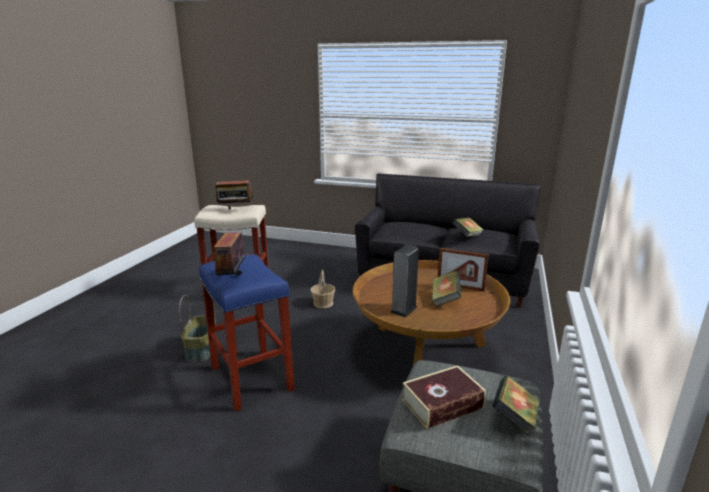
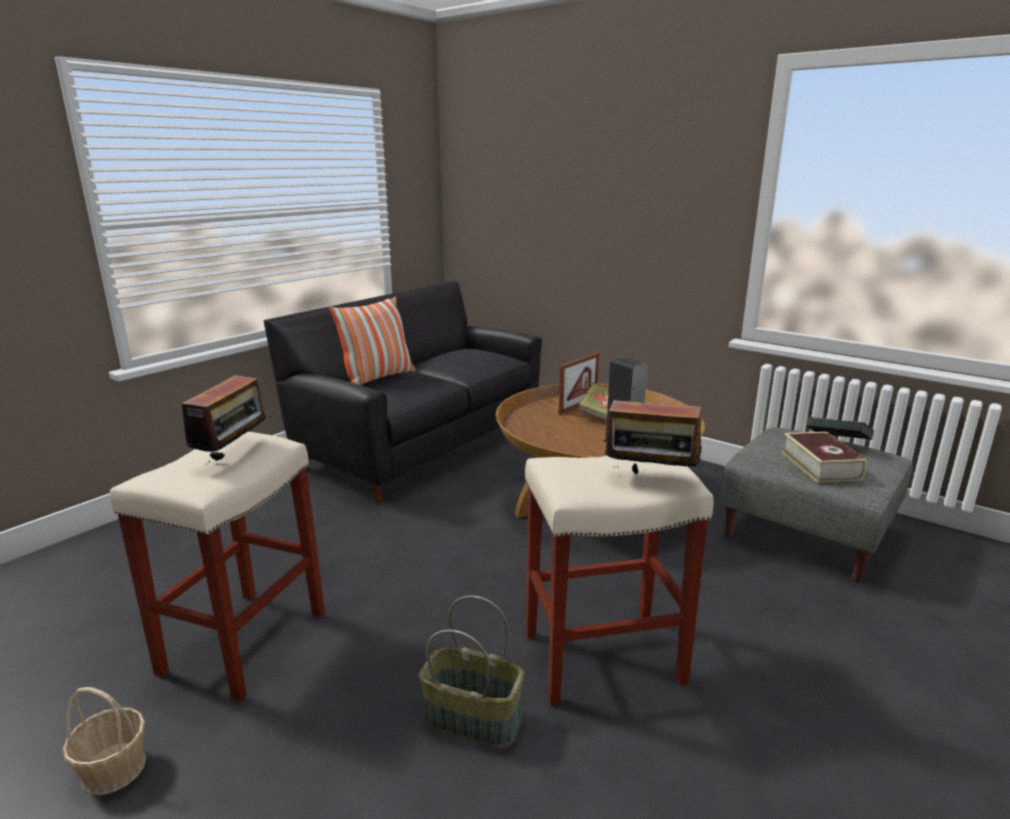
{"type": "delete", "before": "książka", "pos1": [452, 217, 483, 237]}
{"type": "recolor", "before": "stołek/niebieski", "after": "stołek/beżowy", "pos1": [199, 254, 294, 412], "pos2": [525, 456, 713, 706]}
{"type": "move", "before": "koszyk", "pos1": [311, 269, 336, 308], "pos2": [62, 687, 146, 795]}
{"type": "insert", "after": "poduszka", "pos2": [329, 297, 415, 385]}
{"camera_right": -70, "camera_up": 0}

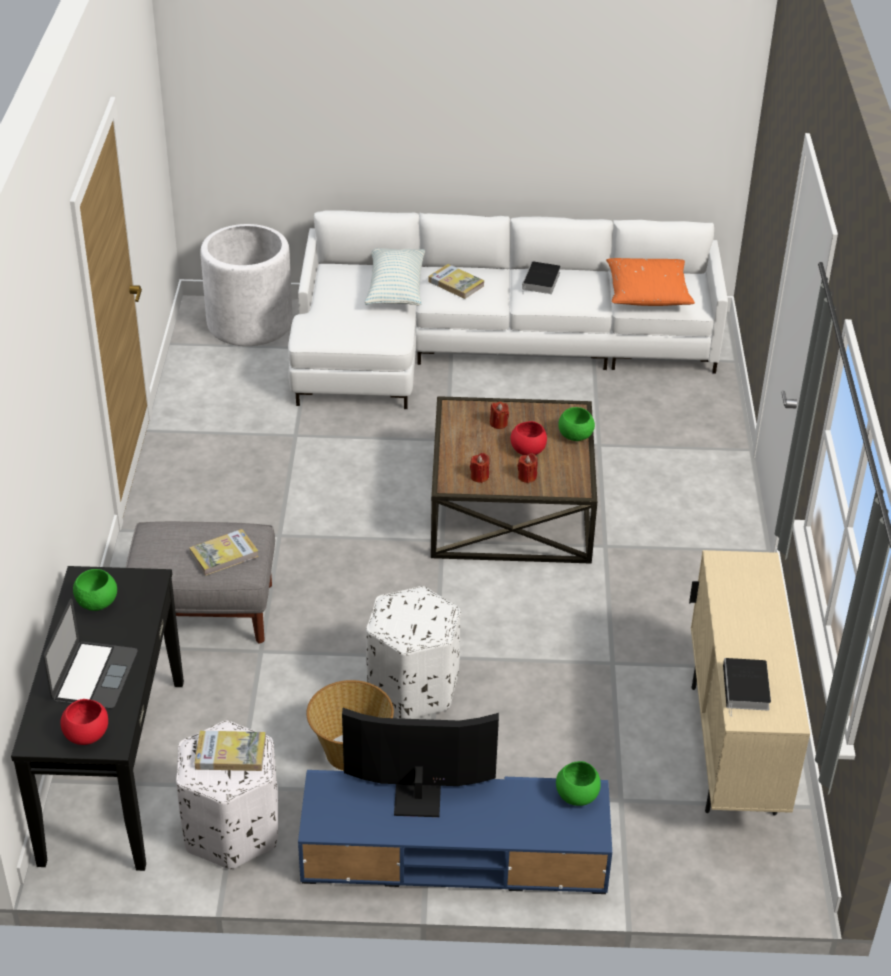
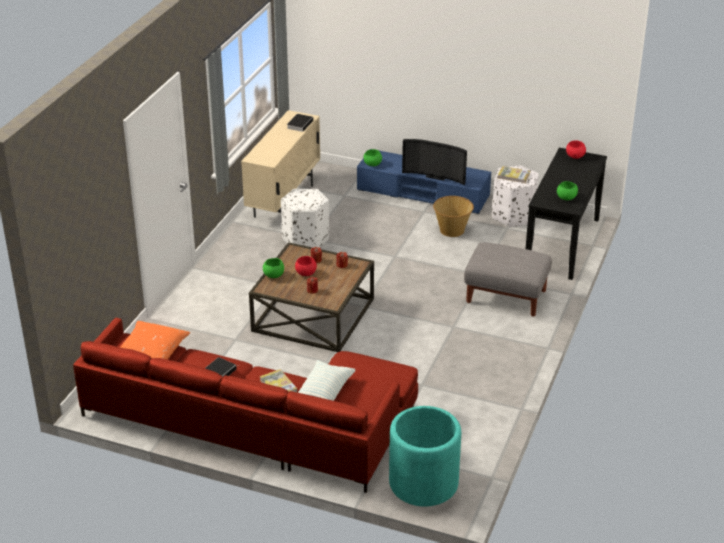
{"type": "recolor", "before": "kanapa/biały", "after": "kanapa/czerwony", "pos1": [288, 210, 728, 409], "pos2": [73, 318, 418, 493]}
{"type": "recolor", "before": "donica/biały", "after": "donica/turkusowy", "pos1": [200, 224, 293, 346], "pos2": [389, 406, 461, 507]}
{"type": "delete", "before": "książka", "pos1": [189, 529, 259, 576]}
{"type": "move", "before": "pufa/biały", "pos1": [366, 586, 461, 719], "pos2": [281, 189, 329, 248]}
{"type": "delete", "before": "laptop", "pos1": [43, 599, 138, 708]}
{"camera_right": -160, "camera_up": -5}

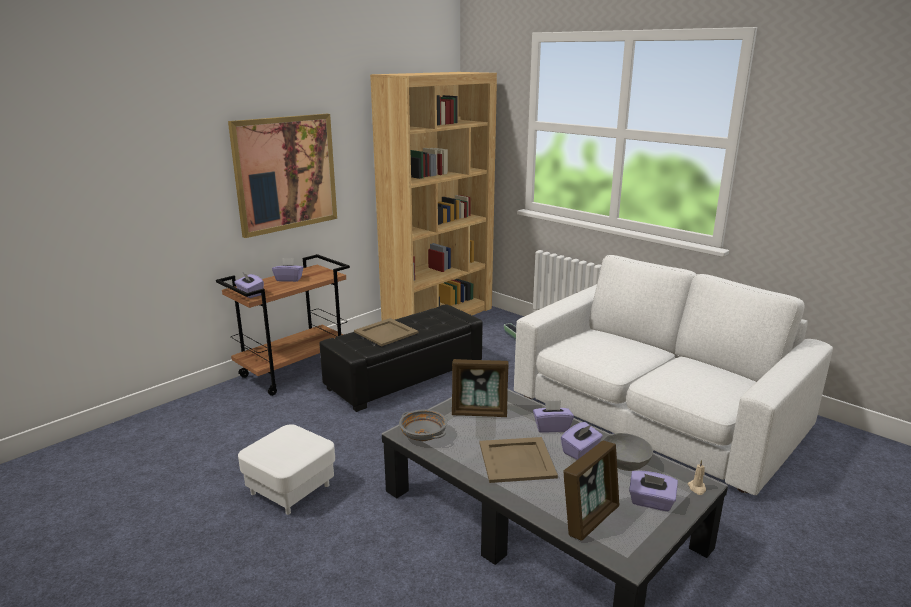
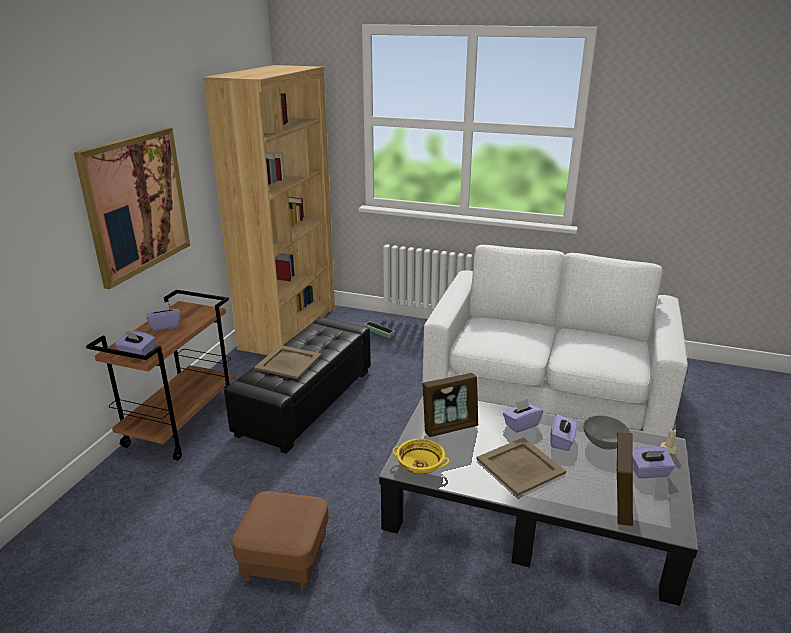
{"type": "recolor", "before": "miska/szary", "after": "miska/żółty", "pos1": [399, 409, 447, 441], "pos2": [392, 439, 449, 474]}
{"type": "recolor", "before": "pufa/biały", "after": "pufa/brązowy", "pos1": [238, 424, 335, 515], "pos2": [232, 491, 329, 589]}
{"camera_right": -25, "camera_up": 5}

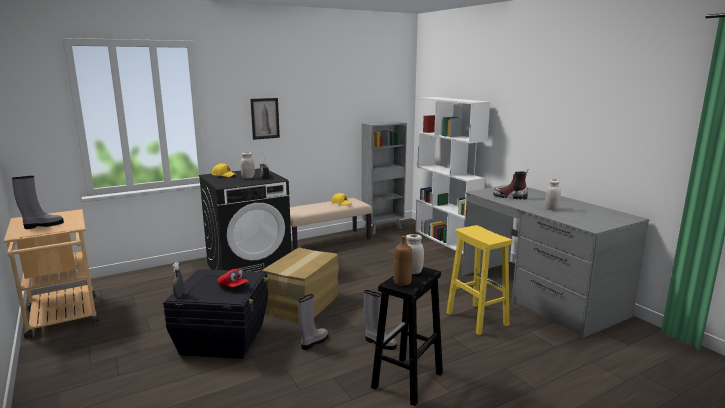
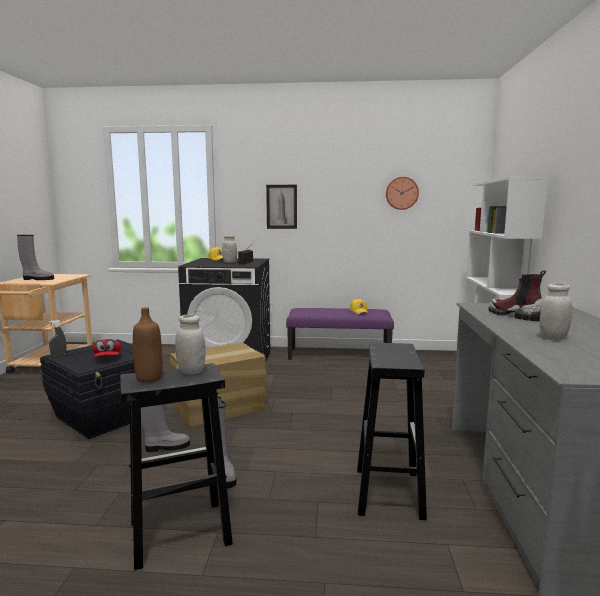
{"type": "delete", "before": "regał/szary", "pos1": [362, 121, 407, 234]}
{"type": "recolor", "before": "ławka/beżowy", "after": "ławka/fioletowy", "pos1": [290, 198, 372, 250], "pos2": [286, 308, 394, 360]}
{"type": "recolor", "before": "stołek/żółty", "after": "stołek/czarny", "pos1": [446, 225, 513, 335], "pos2": [357, 342, 427, 520]}
{"type": "insert", "after": "zegar ścienny", "pos2": [386, 177, 419, 210]}
{"camera_right": 35, "camera_up": -5}

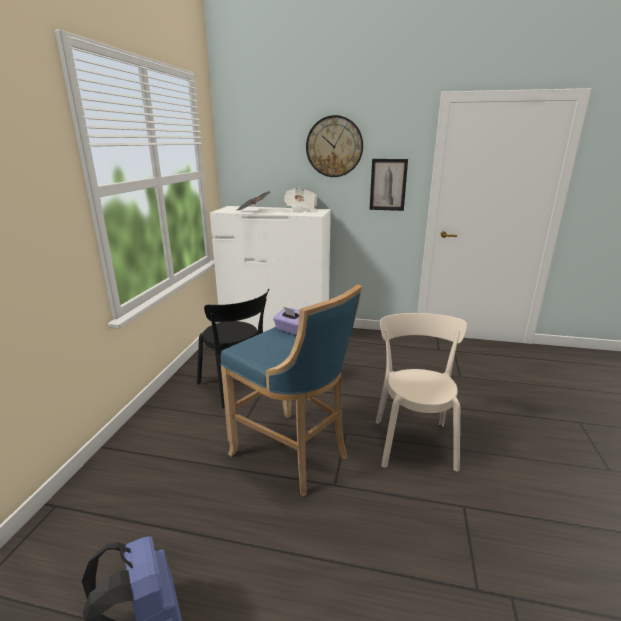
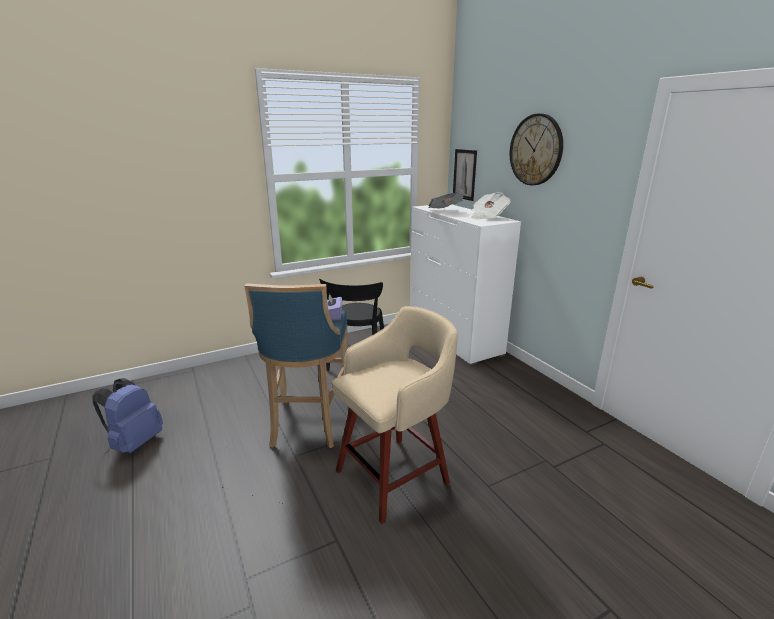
{"type": "move", "before": "obraz", "pos1": [370, 159, 408, 211], "pos2": [453, 149, 477, 201]}
{"type": "replace", "before": "krzesło/beżowy", "after": "stołek/beżowy", "pos1": [376, 313, 467, 472], "pos2": [332, 306, 458, 524]}
{"camera_right": 50, "camera_up": 0}

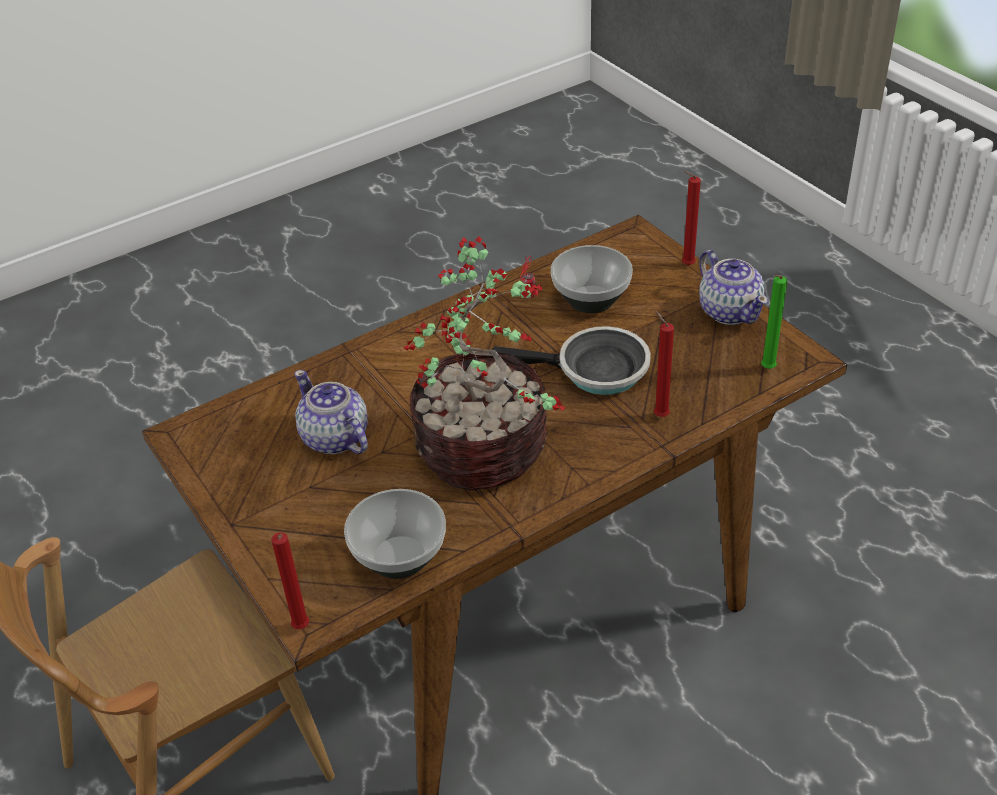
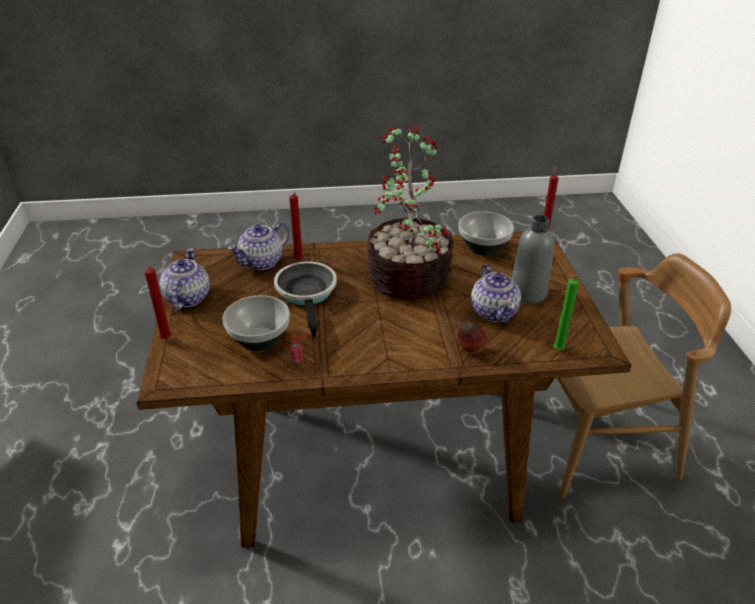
{"type": "move", "before": "świeca/zielony", "pos1": [761, 275, 787, 369], "pos2": [553, 270, 585, 350]}
{"type": "rotate", "before": "patelnia", "pos1": [492, 326, 651, 395], "pos2": [274, 261, 337, 338], "turn": 45}
{"type": "insert", "after": "butelka/szary", "pos2": [512, 215, 555, 303]}
{"type": "insert", "after": "imbryk", "pos2": [227, 222, 289, 270]}
{"type": "insert", "after": "jabłko", "pos2": [457, 321, 487, 354]}
{"camera_right": -155, "camera_up": -5}

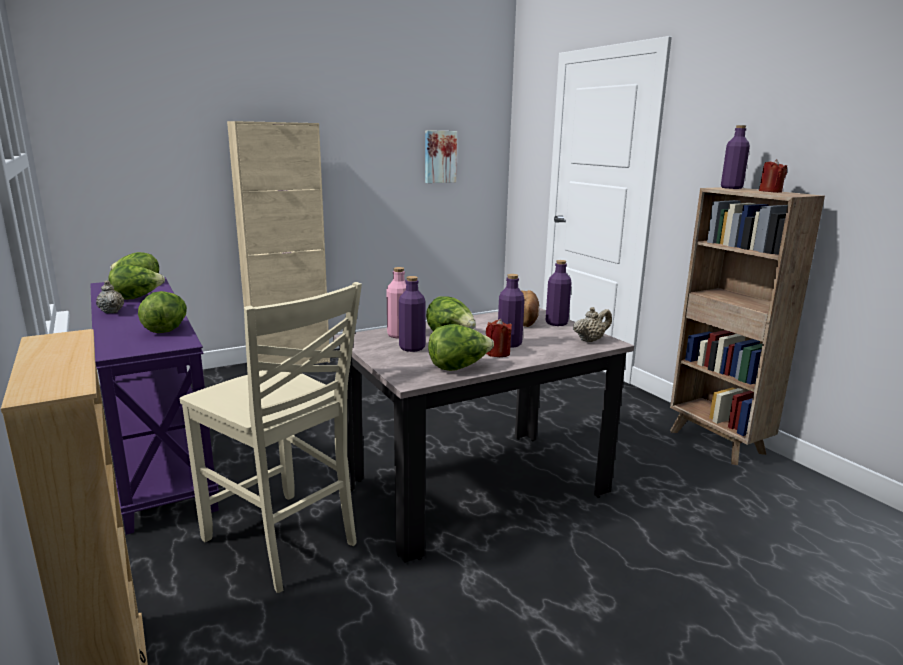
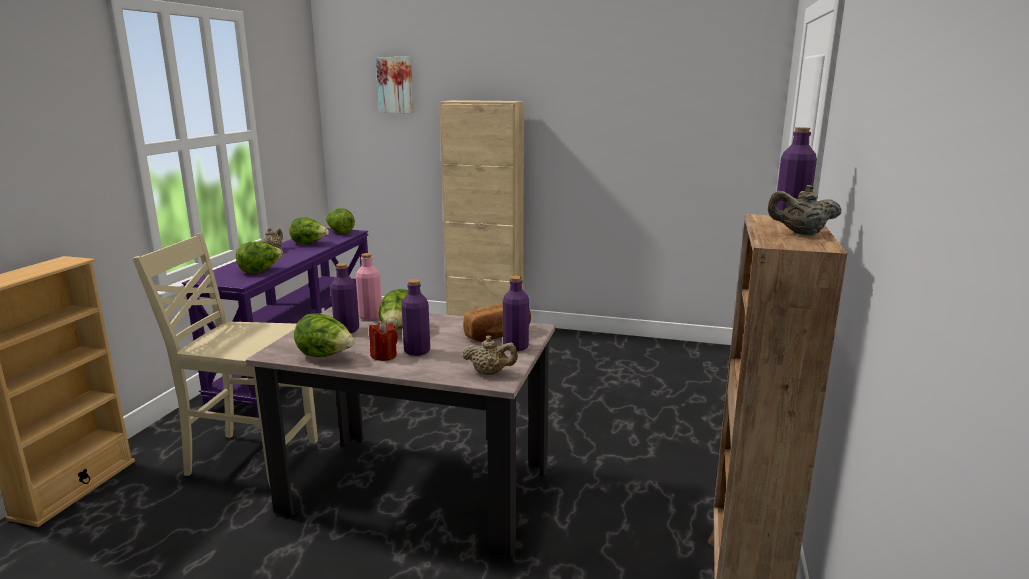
{"type": "move", "before": "obraz", "pos1": [425, 130, 457, 183], "pos2": [376, 57, 413, 113]}
{"type": "replace", "before": "świeca/czerwony", "after": "imbryk/beżowy", "pos1": [759, 159, 787, 193], "pos2": [768, 185, 842, 236]}
{"type": "rotate", "before": "krzesło/beżowy", "pos1": [180, 282, 362, 593], "pos2": [133, 233, 318, 487], "turn": 105}
{"camera_right": 45, "camera_up": 0}

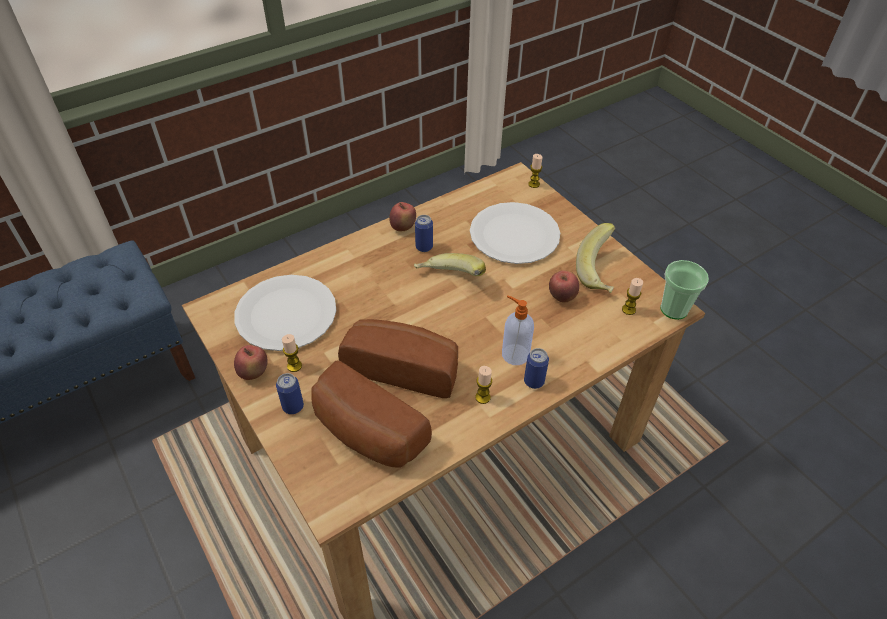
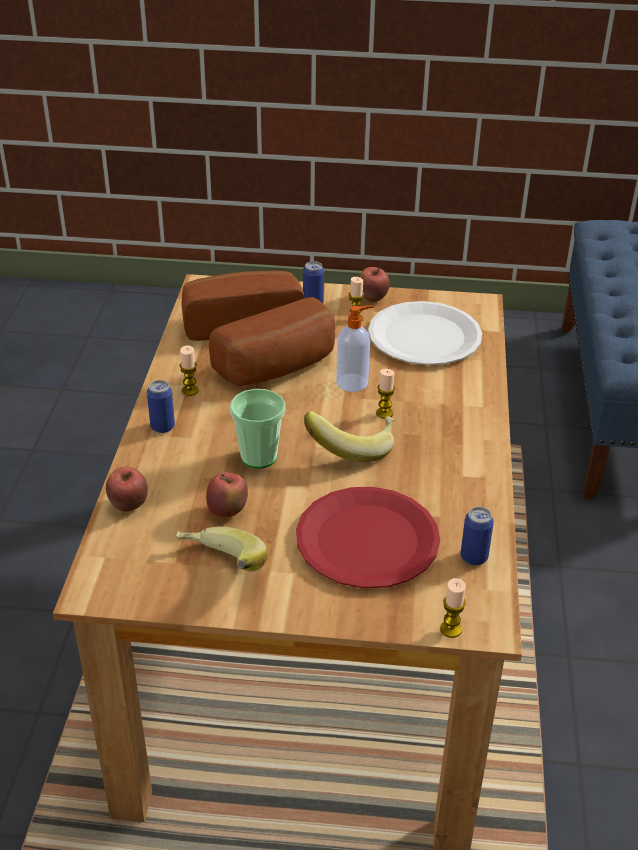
{"type": "move", "before": "jabłko", "pos1": [389, 202, 416, 231], "pos2": [106, 467, 148, 512]}
{"type": "recolor", "before": "talerz/biały", "after": "talerz/czerwony", "pos1": [470, 202, 560, 264], "pos2": [296, 487, 440, 588]}
{"type": "move", "before": "puszka", "pos1": [415, 215, 433, 252], "pos2": [460, 507, 494, 565]}
{"type": "move", "before": "filiżanka", "pos1": [660, 260, 709, 320], "pos2": [230, 389, 285, 469]}
{"type": "move", "before": "świeca", "pos1": [622, 278, 643, 315], "pos2": [376, 369, 395, 419]}
{"type": "move", "before": "dozownik mydła", "pos1": [502, 296, 534, 365], "pos2": [336, 305, 374, 392]}
{"camera_right": 130, "camera_up": -10}

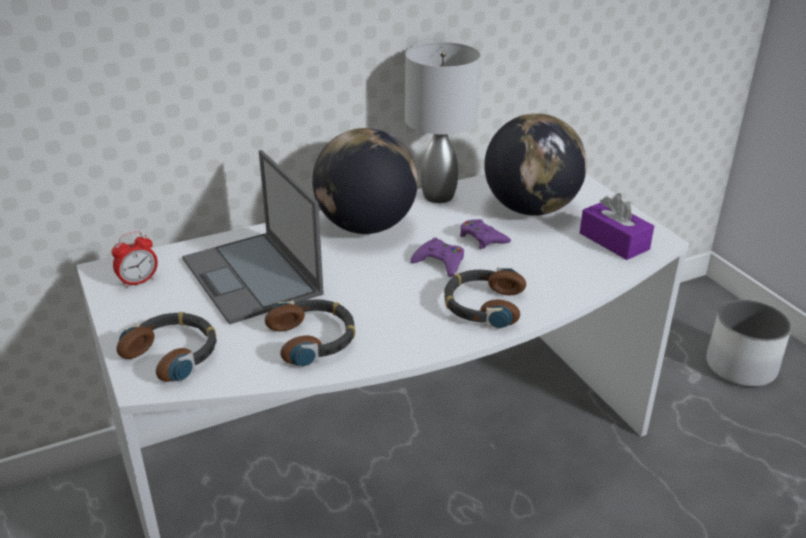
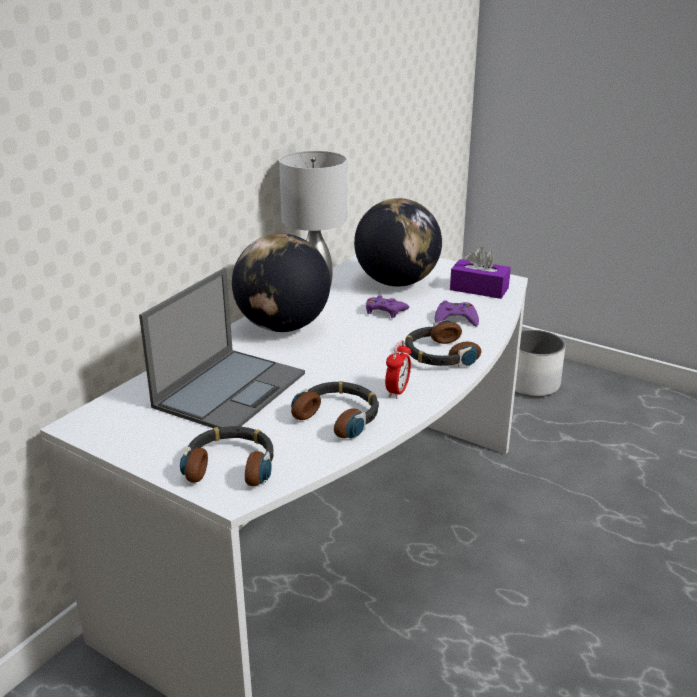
{"type": "rotate", "before": "laptop", "pos1": [182, 150, 324, 325], "pos2": [139, 268, 305, 428], "turn": -90}
{"type": "move", "before": "budzik", "pos1": [111, 231, 158, 288], "pos2": [385, 340, 411, 399]}
{"type": "move", "before": "pad do gier/fioletowy", "pos1": [410, 238, 464, 277], "pos2": [434, 301, 479, 327]}
{"camera_right": -30, "camera_up": -5}

